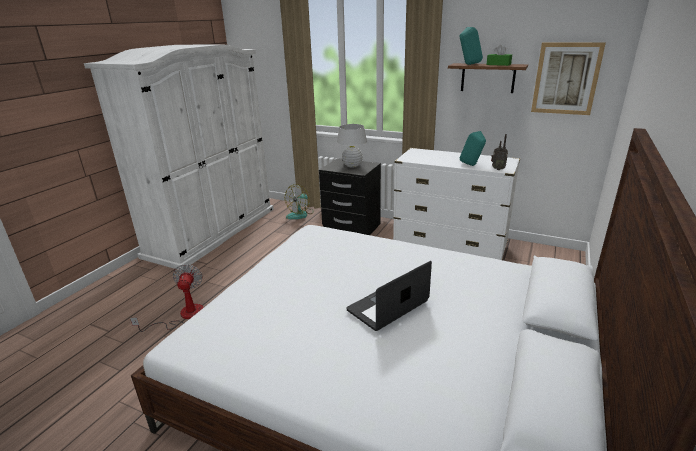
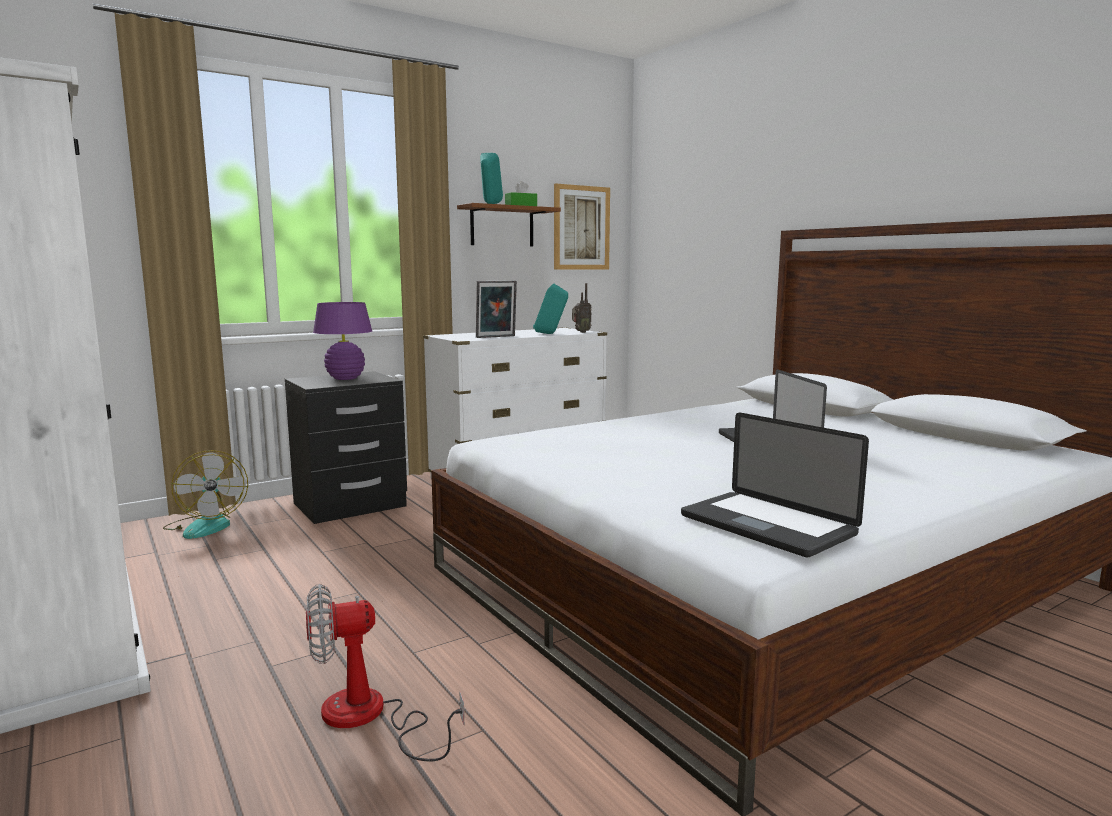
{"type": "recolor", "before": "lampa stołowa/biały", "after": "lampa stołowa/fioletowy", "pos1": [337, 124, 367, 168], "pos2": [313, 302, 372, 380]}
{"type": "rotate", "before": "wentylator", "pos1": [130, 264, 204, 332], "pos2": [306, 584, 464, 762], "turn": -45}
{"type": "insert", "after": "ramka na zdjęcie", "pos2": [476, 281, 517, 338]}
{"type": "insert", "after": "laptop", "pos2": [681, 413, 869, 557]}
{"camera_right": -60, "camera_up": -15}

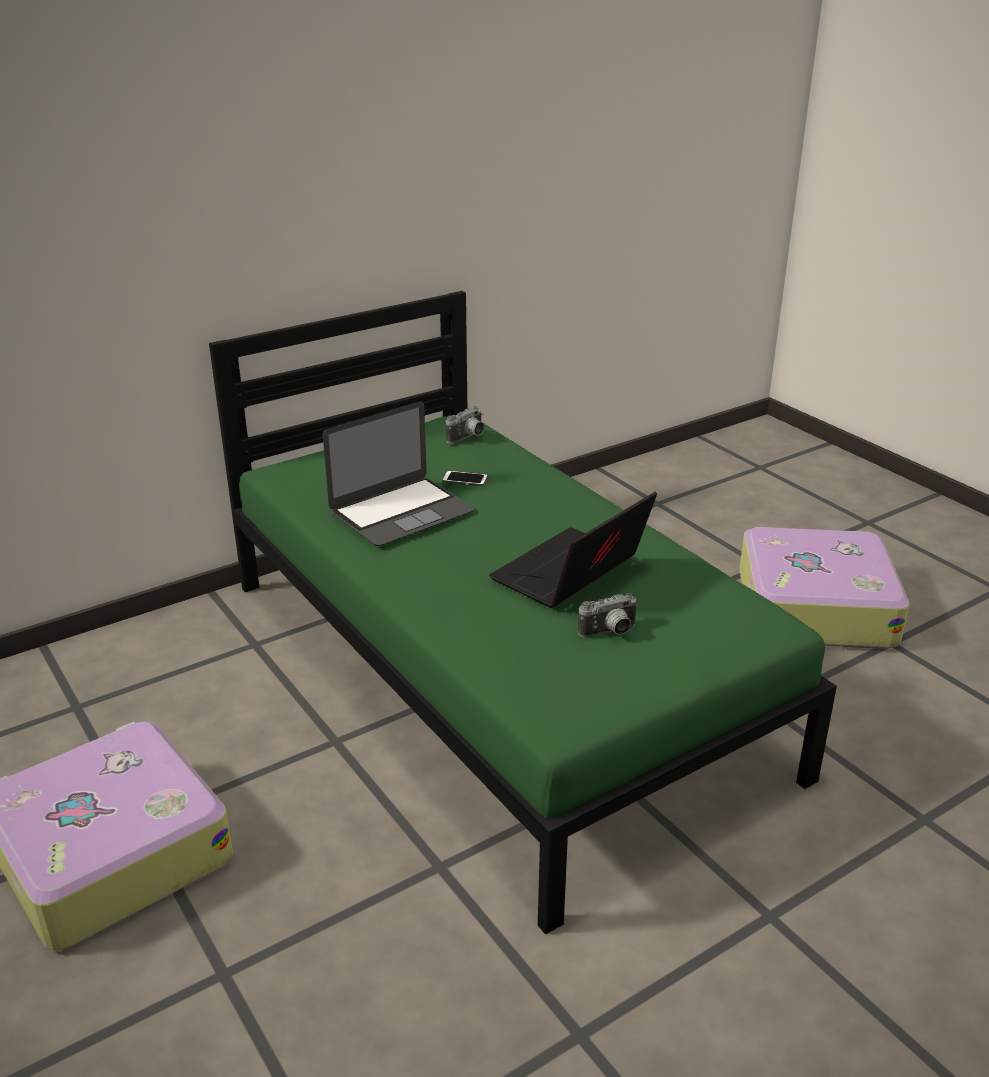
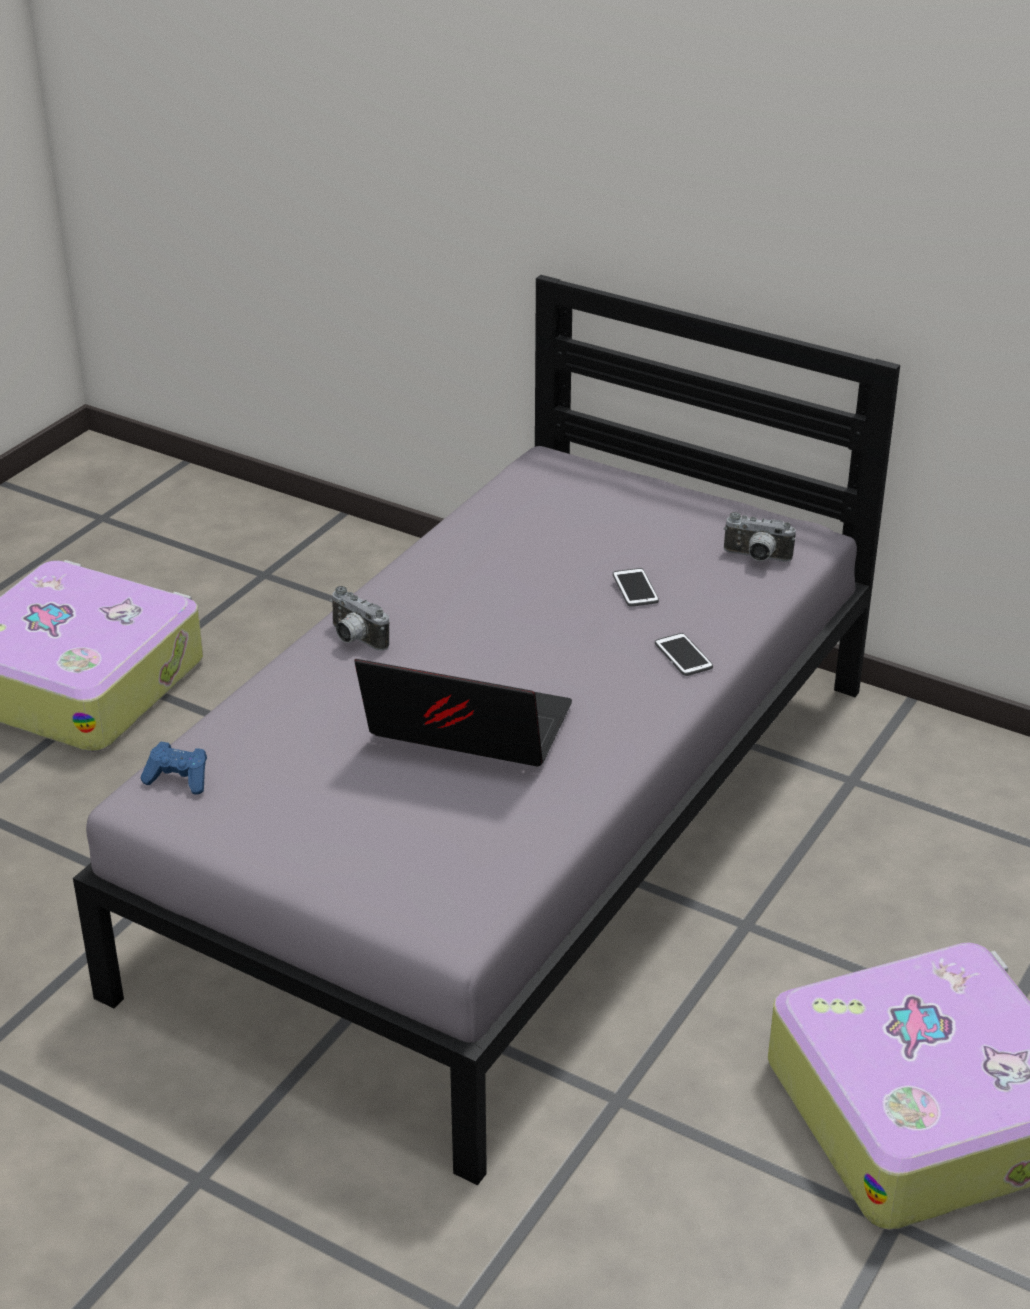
{"type": "recolor", "before": "łóżko/zielony", "after": "łóżko/szary", "pos1": [209, 291, 837, 935], "pos2": [73, 275, 900, 1185]}
{"type": "delete", "before": "laptop", "pos1": [323, 402, 475, 546]}
{"type": "move", "before": "aparat fotograficzny", "pos1": [578, 593, 638, 638], "pos2": [330, 586, 390, 651]}
{"type": "insert", "after": "telefon", "pos2": [655, 633, 713, 676]}
{"type": "insert", "after": "pad do gier/niebieski", "pos2": [141, 742, 207, 795]}
{"camera_right": 65, "camera_up": 5}

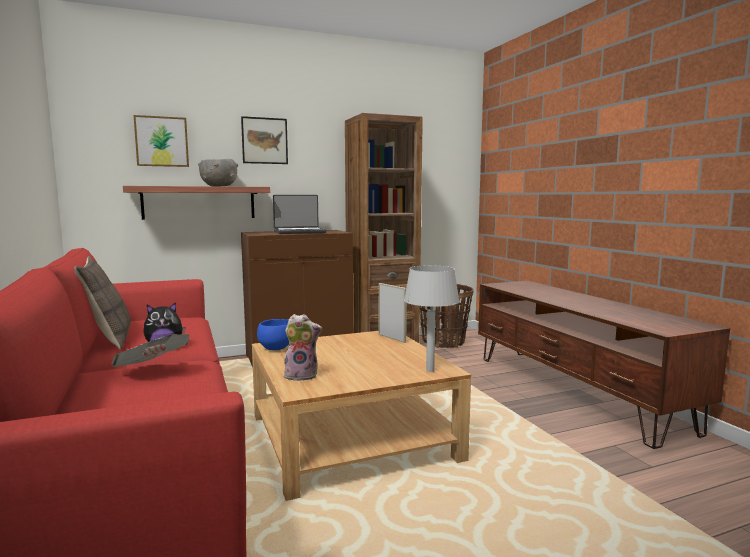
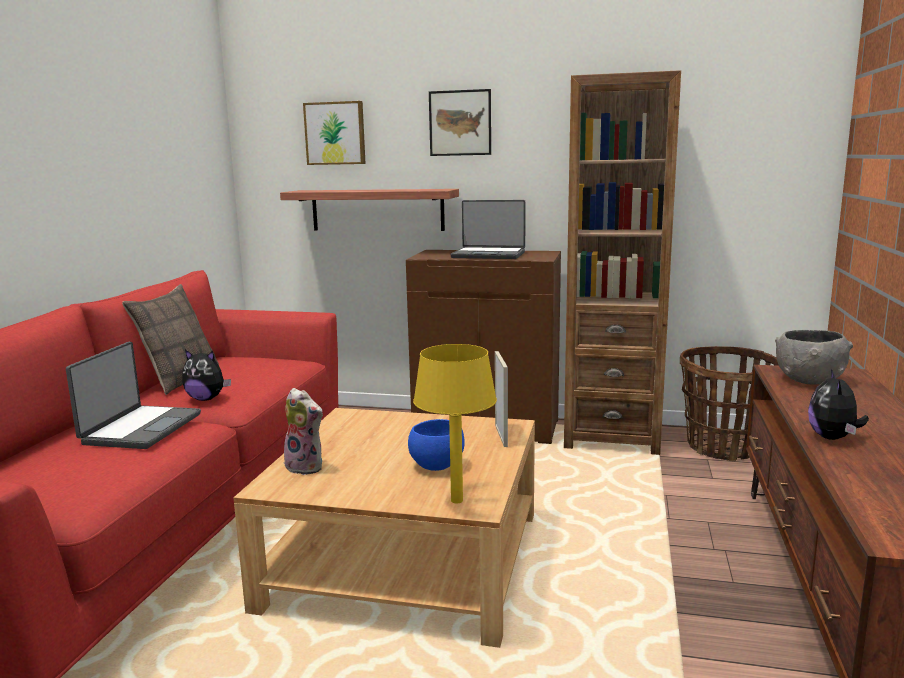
{"type": "move", "before": "miska/szary", "pos1": [198, 159, 238, 186], "pos2": [775, 330, 853, 385]}
{"type": "recolor", "before": "lampa stołowa/szary", "after": "lampa stołowa/żółty", "pos1": [404, 265, 460, 372], "pos2": [413, 344, 497, 503]}
{"type": "move", "before": "miska/niebieski", "pos1": [257, 319, 289, 350], "pos2": [408, 419, 465, 471]}
{"type": "replace", "before": "gazeta", "after": "laptop", "pos1": [111, 334, 190, 367], "pos2": [66, 342, 201, 449]}
{"type": "insert", "after": "pluszak", "pos2": [808, 369, 869, 440]}
{"camera_right": 35, "camera_up": 5}

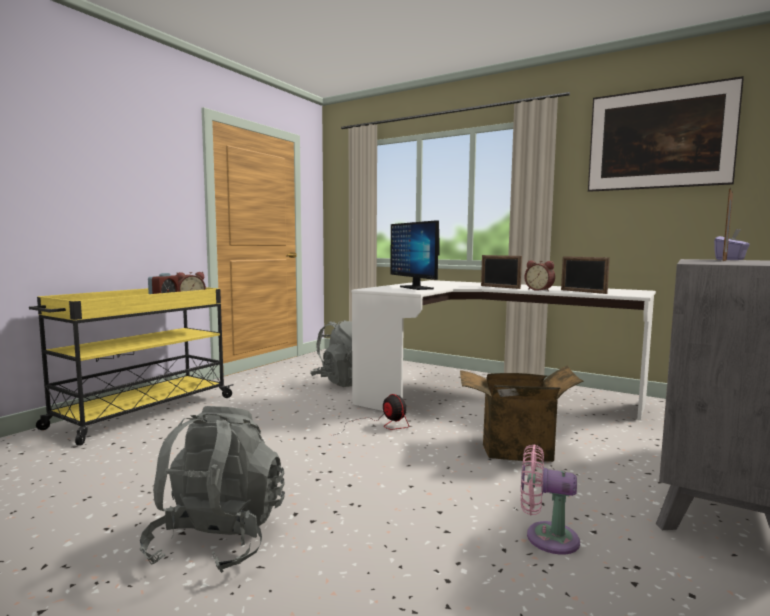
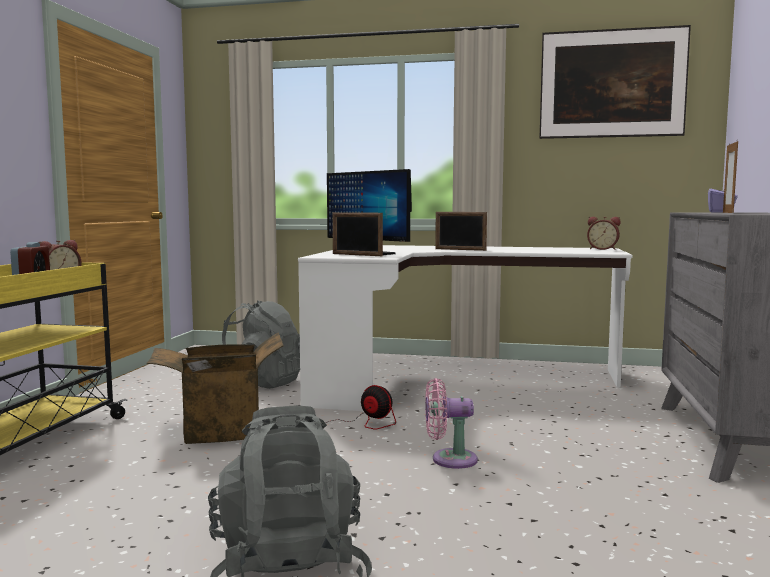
{"type": "move", "before": "ramka na zdjęcie", "pos1": [561, 256, 610, 294], "pos2": [332, 212, 383, 256]}
{"type": "move", "before": "budzik", "pos1": [524, 260, 555, 291], "pos2": [587, 217, 620, 250]}
{"type": "move", "before": "karton", "pos1": [460, 365, 583, 462], "pos2": [147, 332, 284, 444]}
{"type": "move", "before": "wentylator/różowy", "pos1": [521, 445, 580, 555], "pos2": [425, 378, 478, 469]}
{"camera_right": -20, "camera_up": 0}

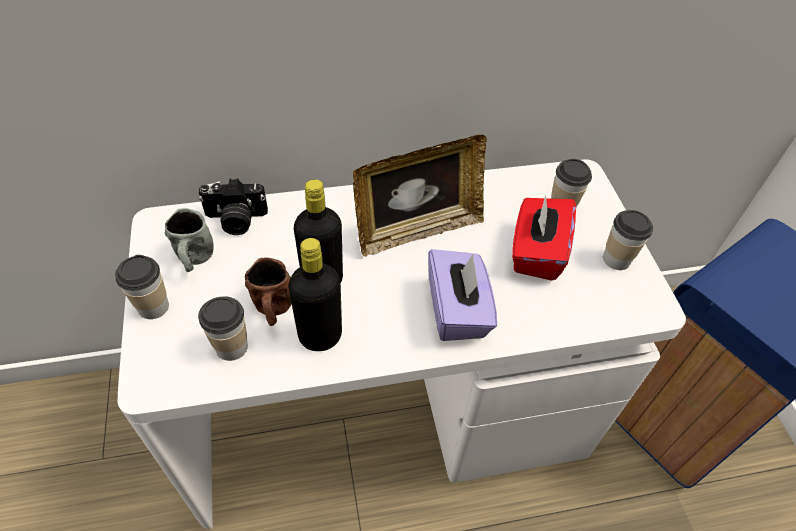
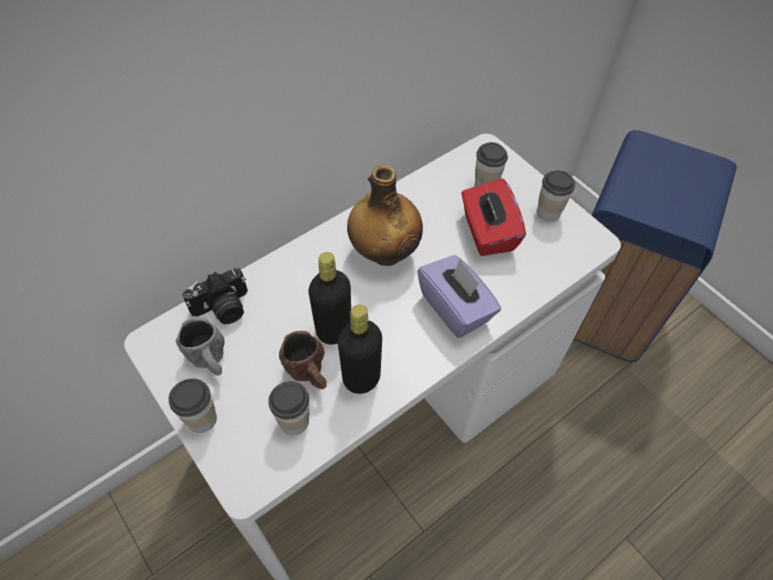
{"type": "replace", "before": "ramka na zdjęcie", "after": "butelka", "pos1": [353, 135, 487, 257], "pos2": [347, 165, 423, 266]}
{"camera_right": -25, "camera_up": 5}

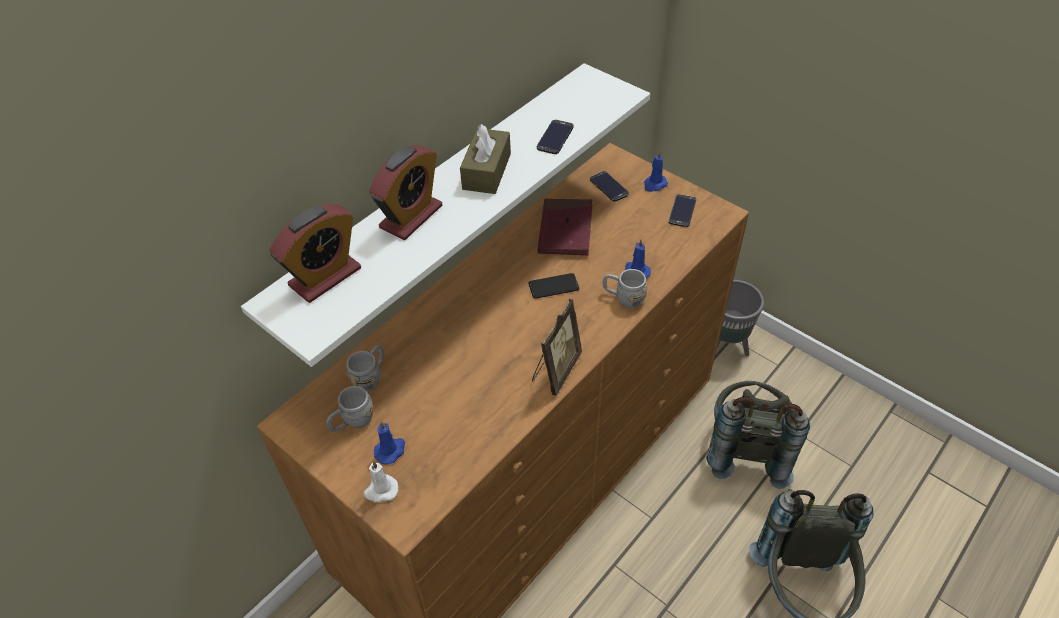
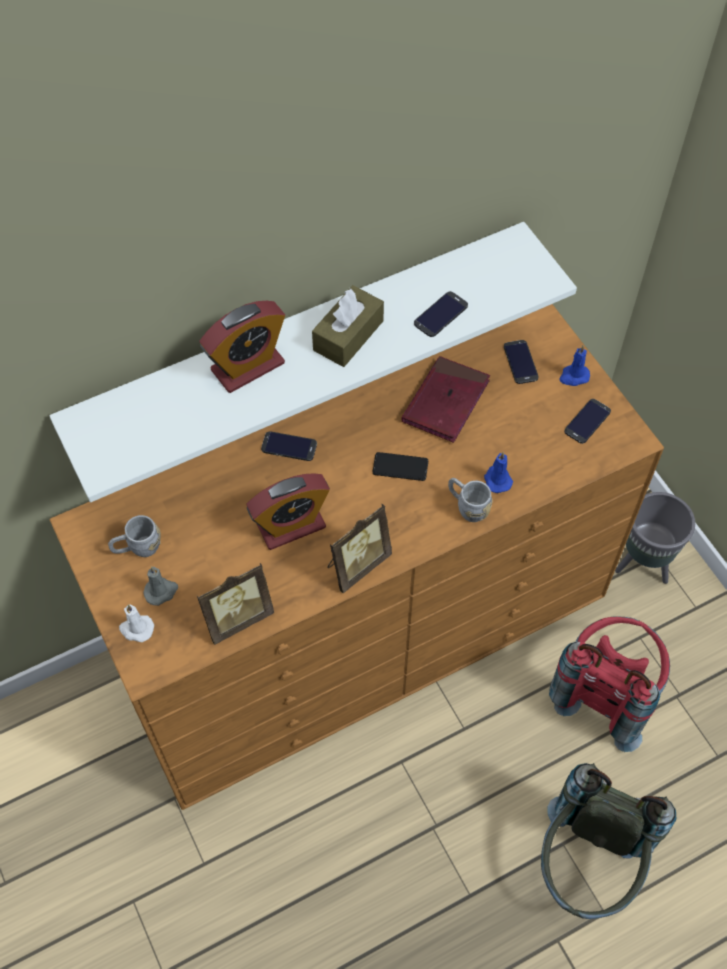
{"type": "move", "before": "budzik", "pos1": [269, 204, 361, 303], "pos2": [246, 473, 330, 550]}
{"type": "delete", "before": "kubek/szary", "pos1": [346, 345, 384, 392]}
{"type": "recolor", "before": "plecak/szary", "after": "plecak/czerwony", "pos1": [706, 381, 810, 489], "pos2": [549, 617, 670, 752]}
{"type": "recolor", "before": "świeca/niebieski", "after": "świeca/szary", "pos1": [374, 421, 405, 465], "pos2": [144, 566, 178, 606]}
{"type": "insert", "after": "telefon", "pos2": [261, 431, 317, 461]}
{"type": "insert", "after": "ramka na zdjęcie", "pos2": [197, 563, 274, 645]}
{"camera_right": 20, "camera_up": 10}

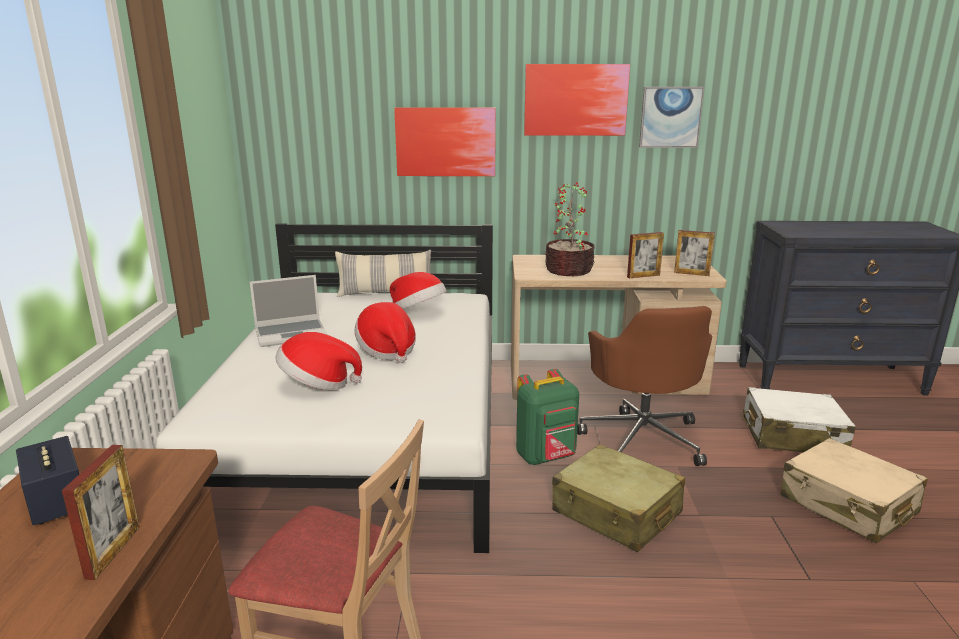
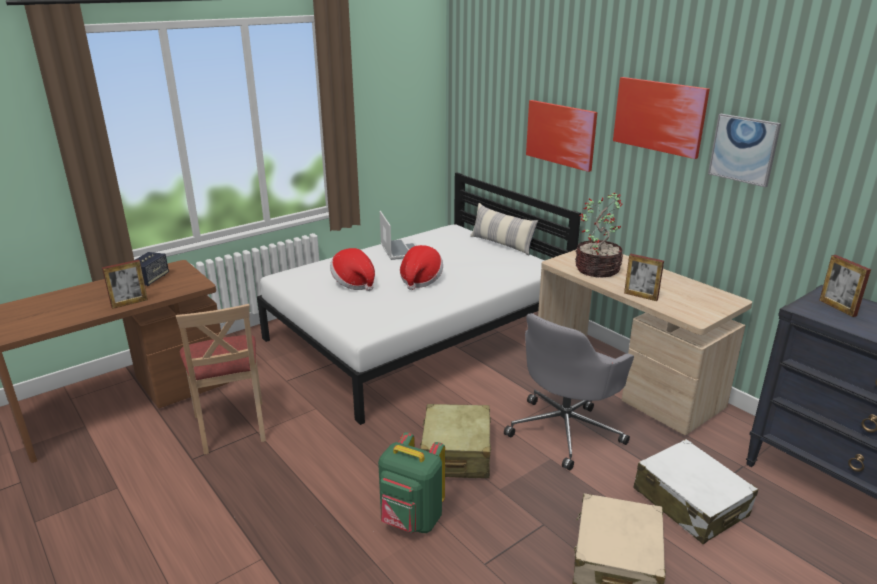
{"type": "move", "before": "ramka na zdjęcie", "pos1": [674, 230, 715, 276], "pos2": [819, 255, 871, 317]}
{"type": "delete", "before": "kapelusz", "pos1": [390, 272, 447, 309]}
{"type": "rotate", "before": "laptop", "pos1": [250, 275, 328, 347], "pos2": [380, 211, 418, 260], "turn": -135}
{"type": "recolor", "before": "krzesło biurowe/brązowy", "after": "krzesło biurowe/szary", "pos1": [577, 306, 712, 466], "pos2": [504, 313, 634, 471]}
{"type": "move", "before": "plecak/zielony", "pos1": [516, 369, 579, 465], "pos2": [378, 432, 445, 533]}
{"camera_right": 50, "camera_up": 5}

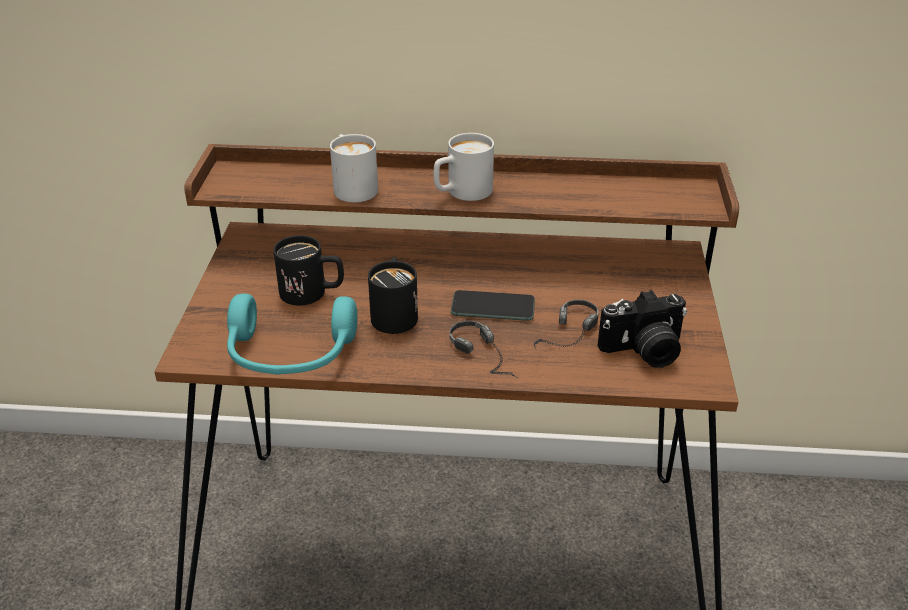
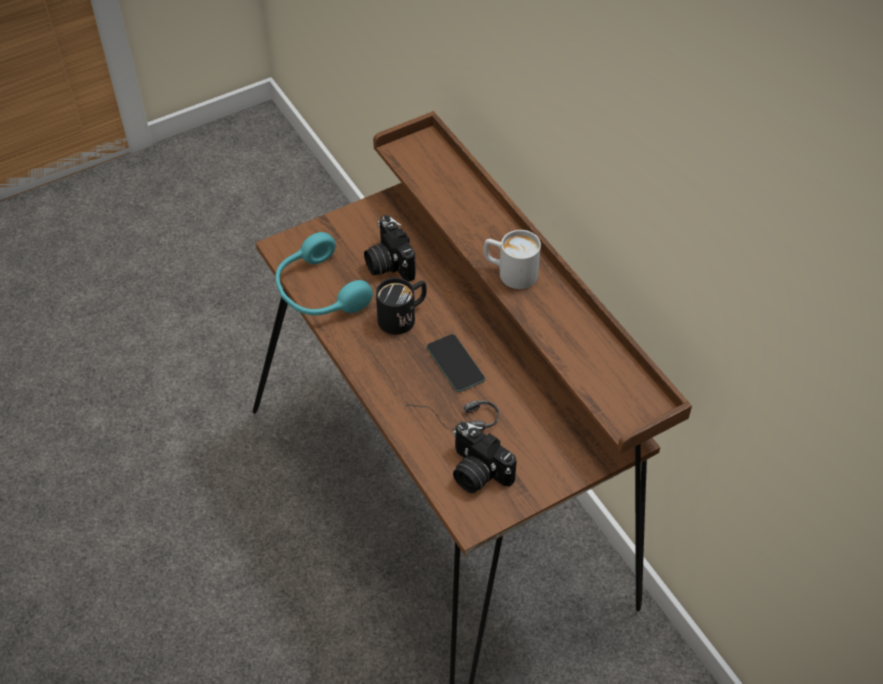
{"type": "delete", "before": "kubek/biały", "pos1": [330, 134, 378, 203]}
{"type": "replace", "before": "kubek/czarny", "after": "aparat fotograficzny", "pos1": [273, 235, 344, 306], "pos2": [364, 215, 416, 282]}
{"type": "delete", "before": "słuchawki", "pos1": [450, 321, 518, 378]}
{"camera_right": 55, "camera_up": 15}

